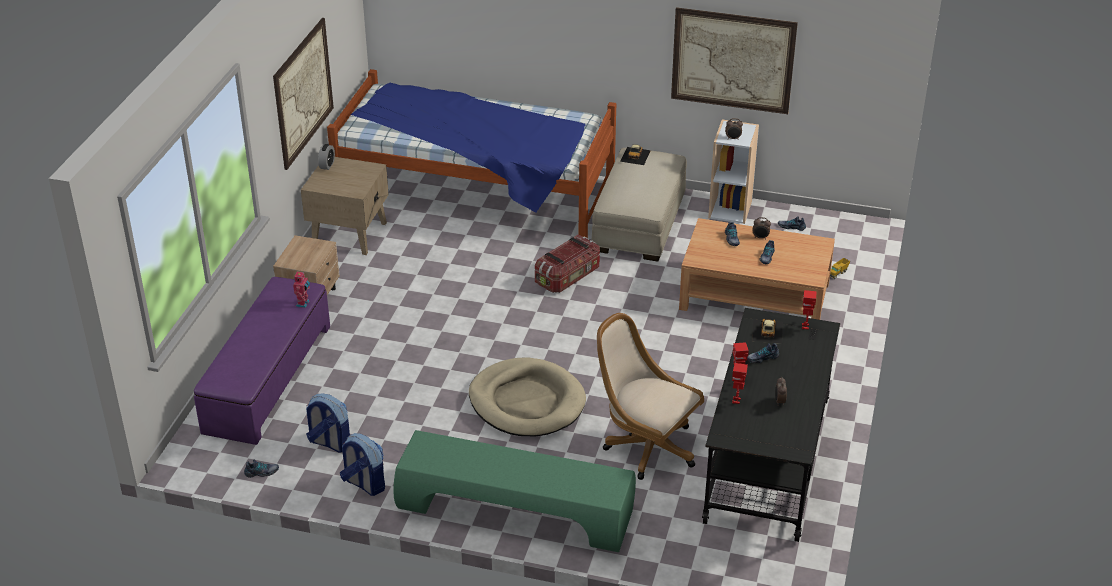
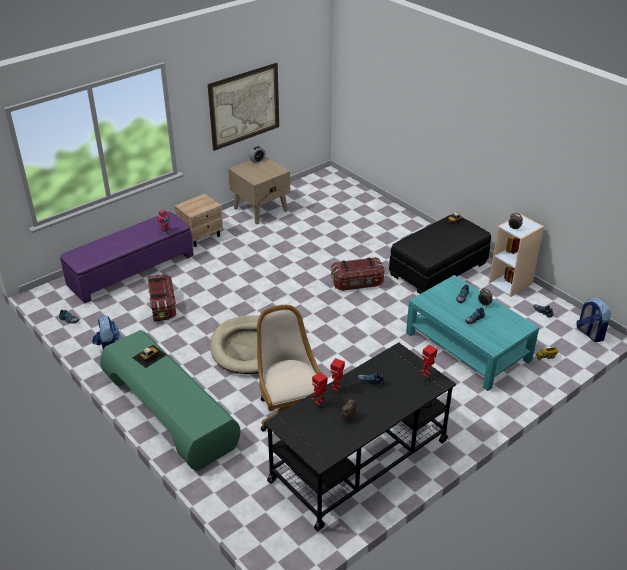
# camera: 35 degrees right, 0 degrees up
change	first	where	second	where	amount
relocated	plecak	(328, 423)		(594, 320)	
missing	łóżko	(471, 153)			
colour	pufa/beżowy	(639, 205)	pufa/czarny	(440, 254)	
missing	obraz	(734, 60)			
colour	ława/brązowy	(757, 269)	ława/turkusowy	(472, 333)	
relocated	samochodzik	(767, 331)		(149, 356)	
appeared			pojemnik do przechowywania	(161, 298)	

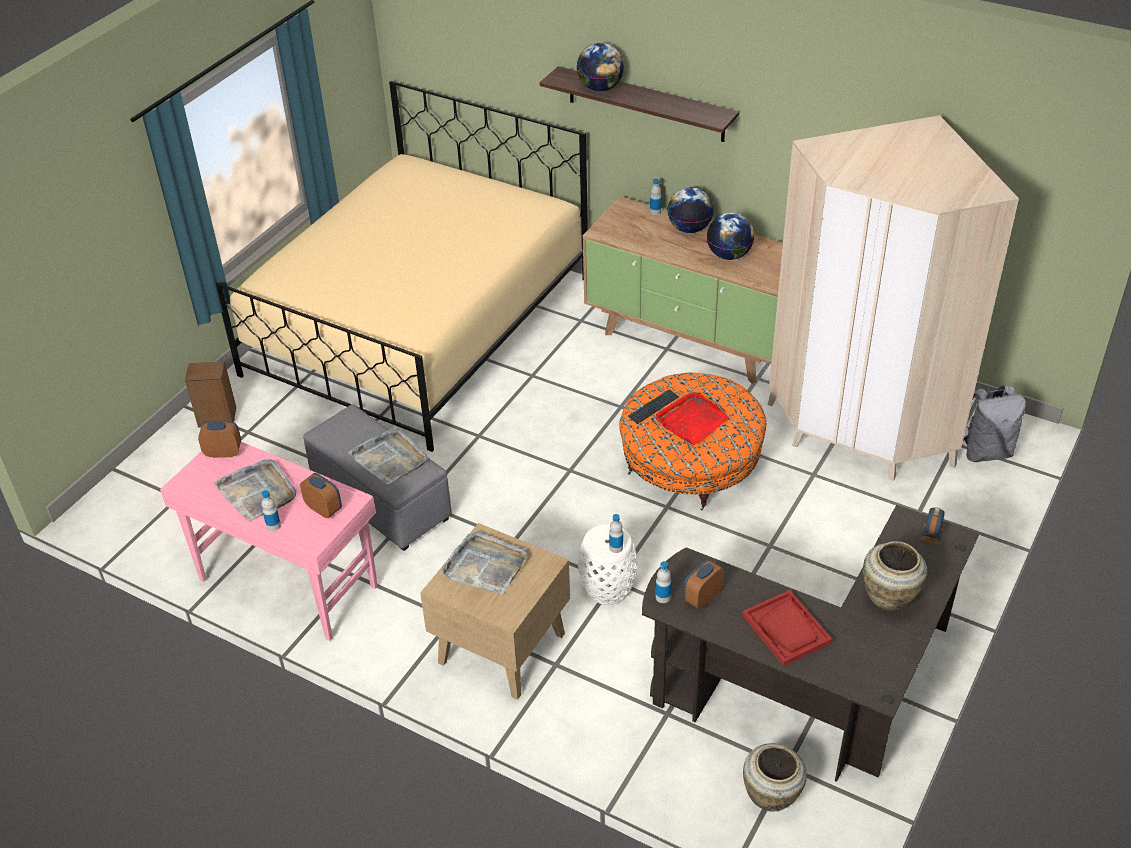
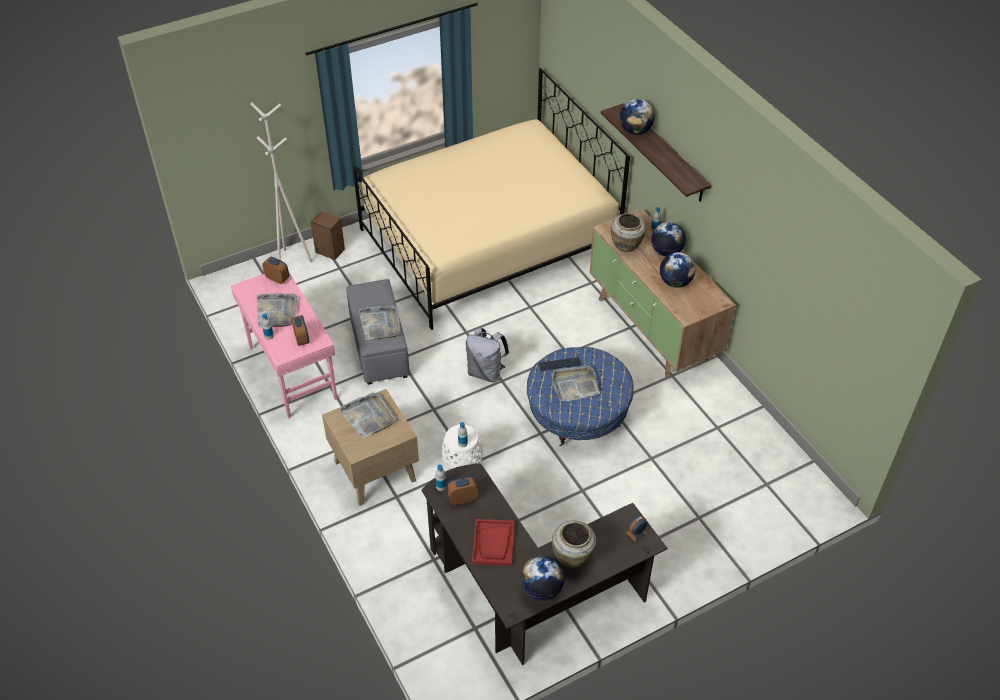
# camera: 30 degrees right, 5 degrees up
change	first	where	second	where	amount
colour	pufa/pomarańczowy	(693, 441)	pufa/niebieski	(580, 396)	
colour	taca/czerwony	(692, 418)	taca/szary	(575, 383)	
relocated	wazon/beżowy	(775, 777)		(628, 232)	
missing	szafa/beżowy	(893, 298)			
relocated	plecak/szary	(994, 423)		(487, 355)	
appeared			wieszak/szary	(281, 182)	
appeared			globus	(542, 578)	

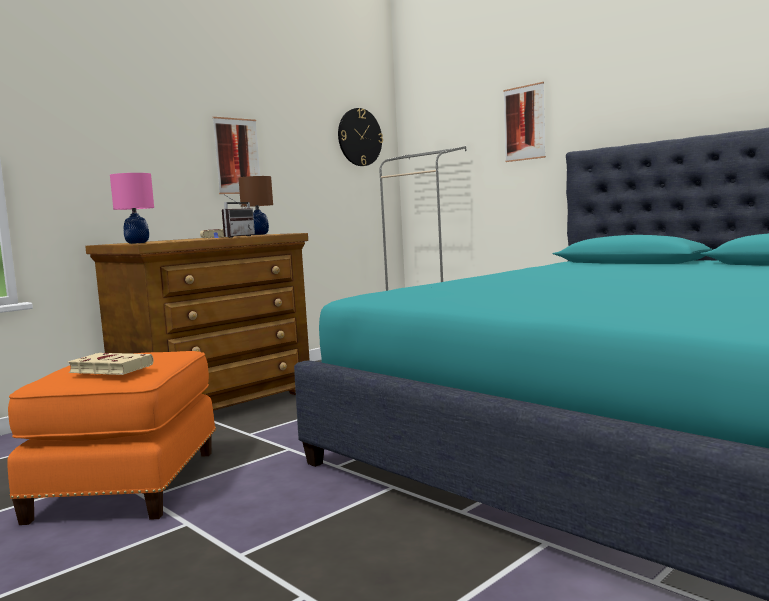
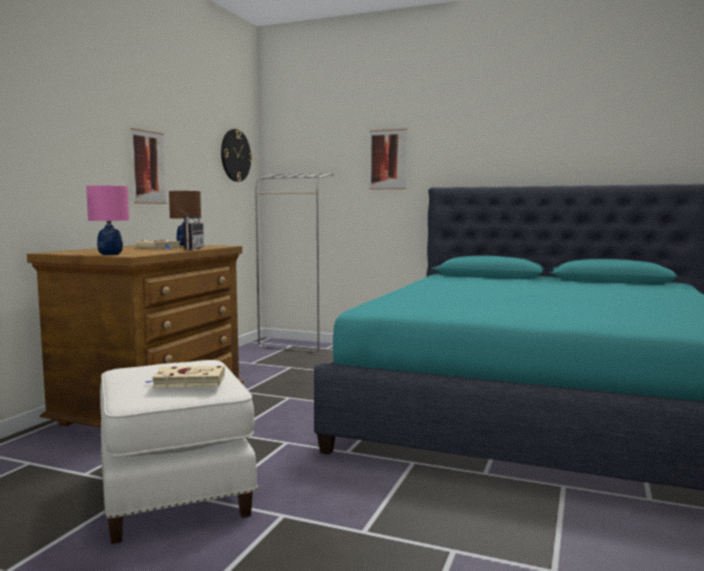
# camera: 25 degrees left, 0 degrees up
change	first	where	second	where	amount
colour	pufa/pomarańczowy	(111, 438)	pufa/biały	(179, 452)	

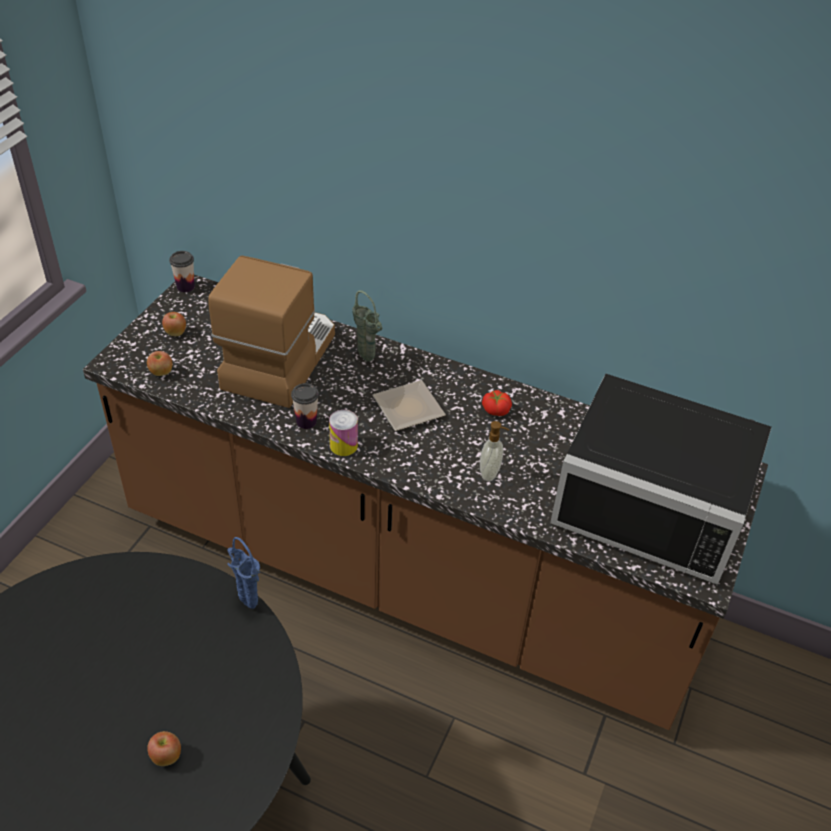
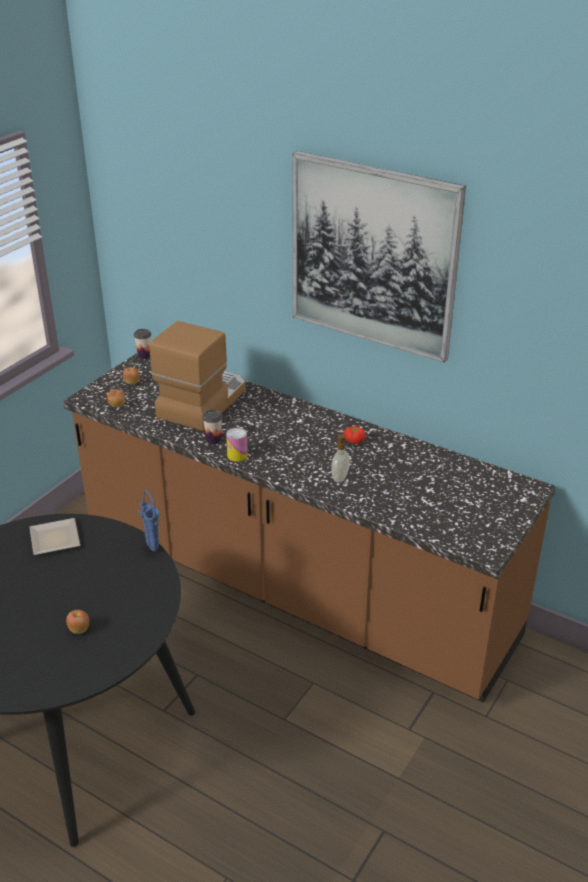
# camera: 10 degrees right, 10 degrees down
change	first	where	second	where	amount
missing	wazon/zielony	(367, 326)			
relocated	talerz	(409, 405)		(55, 536)	
missing	mikrofalówka/czarny	(660, 479)			
appeared			obraz	(379, 256)	

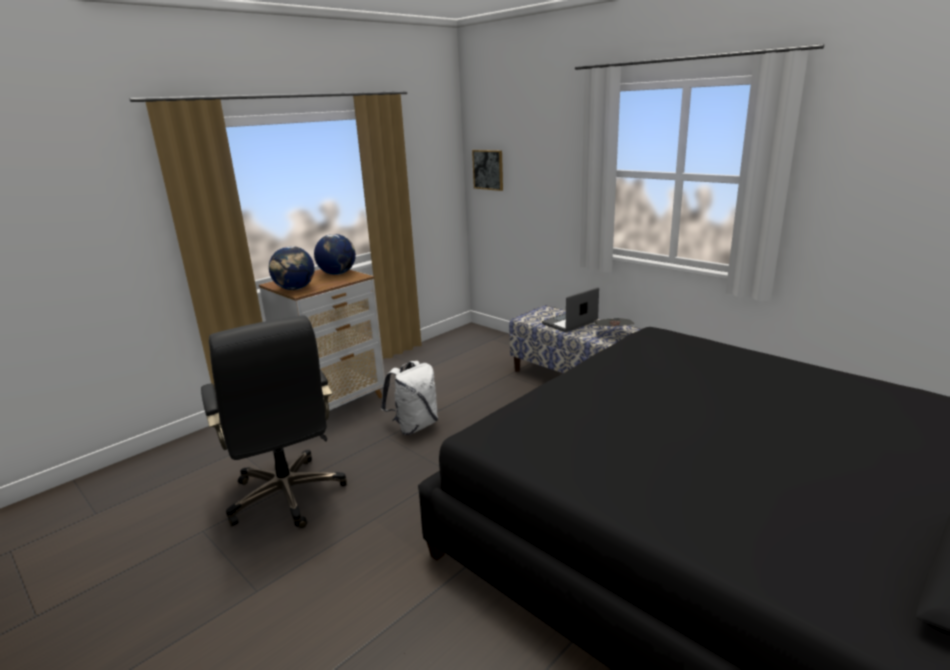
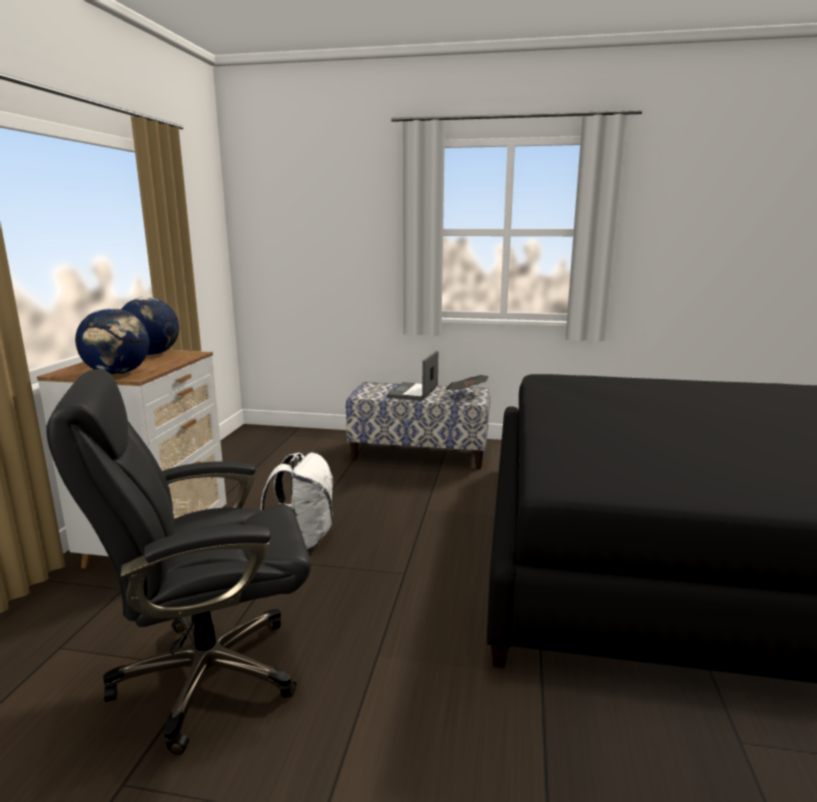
# camera: 35 degrees left, 5 degrees down
change	first	where	second	where	amount
spun	krzesło biurowe/czarny	(274, 422)		(178, 562)	135 degrees clockwise
missing	obraz	(487, 170)			

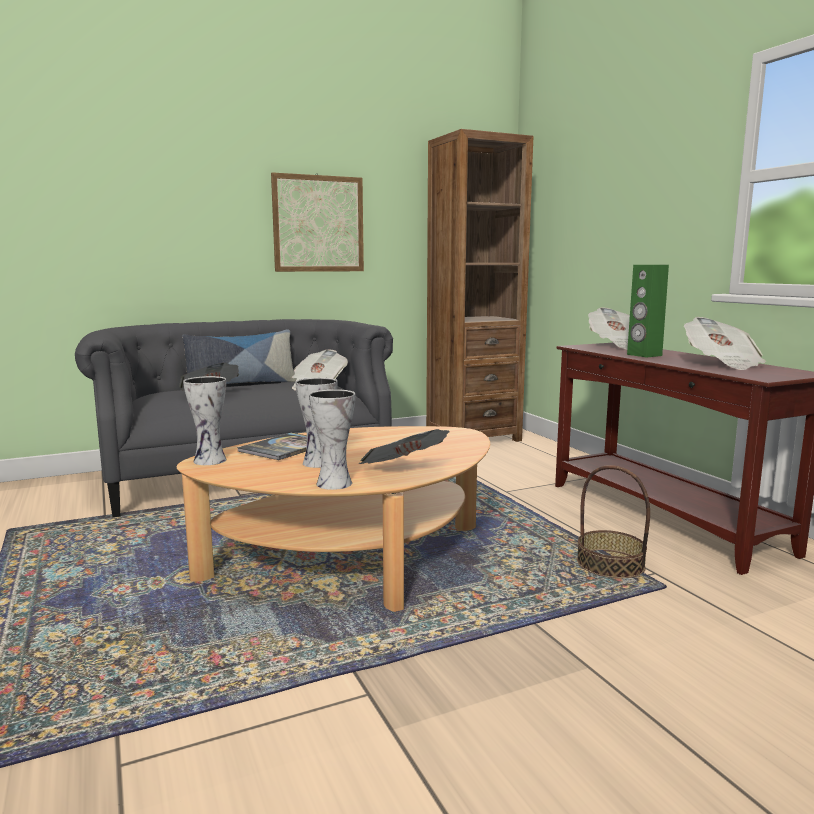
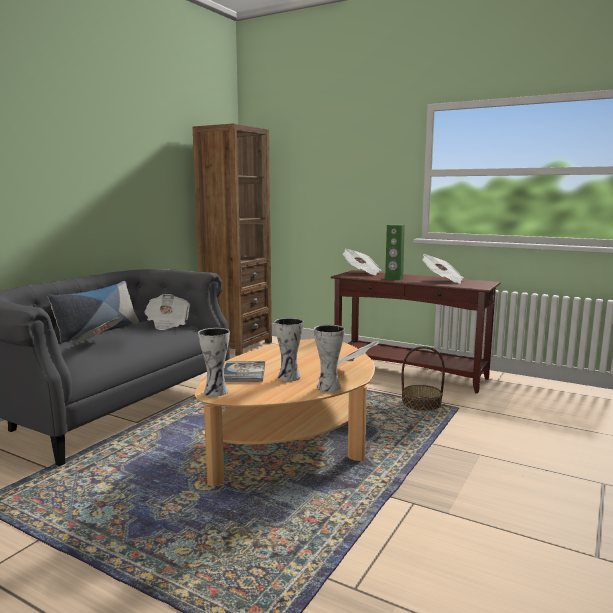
# camera: 35 degrees left, 0 degrees up
change	first	where	second	where	amount
missing	obraz	(317, 222)			

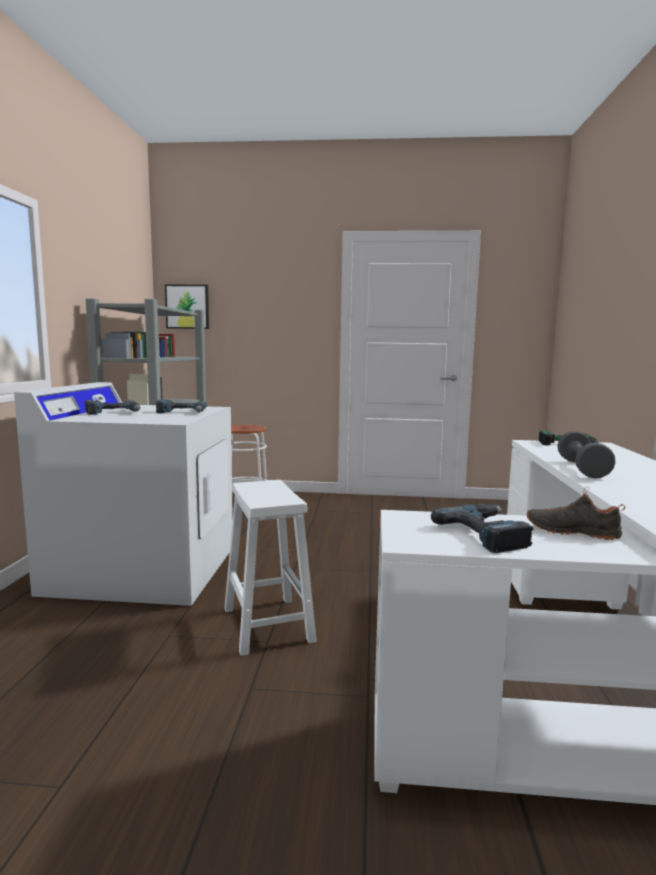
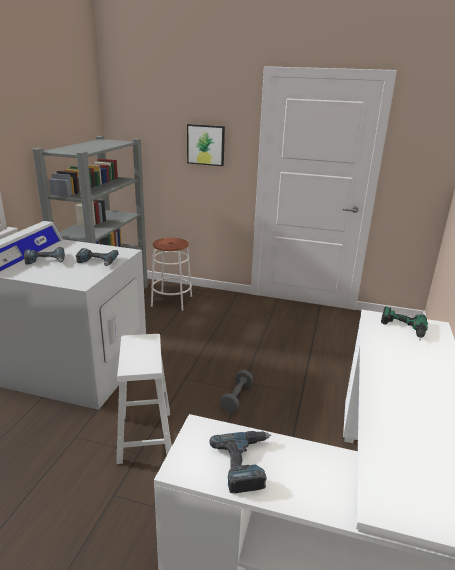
# camera: 10 degrees right, 15 degrees up
change	first	where	second	where	amount
relocated	obraz	(187, 307)		(206, 145)	
missing	but/czarny	(576, 513)			
relocated	hantel/szary	(586, 455)		(236, 391)	

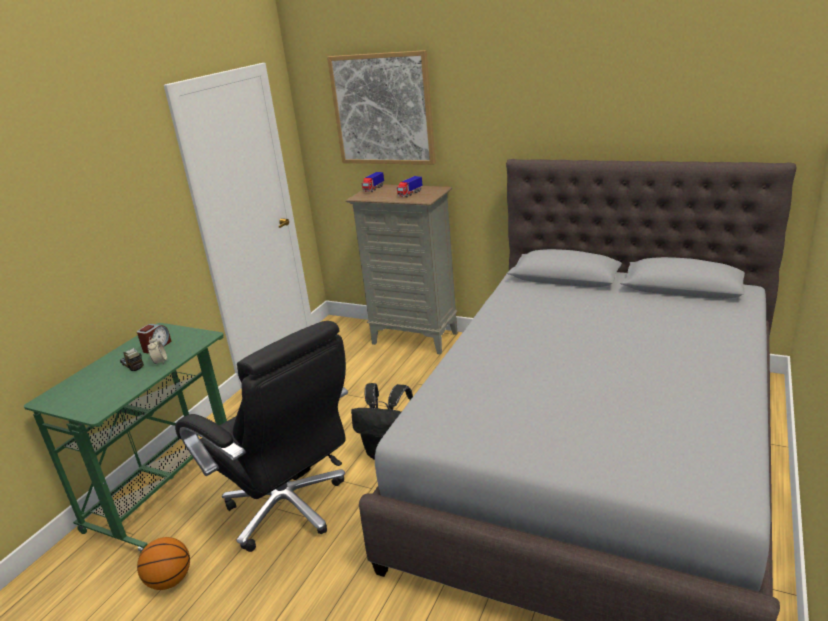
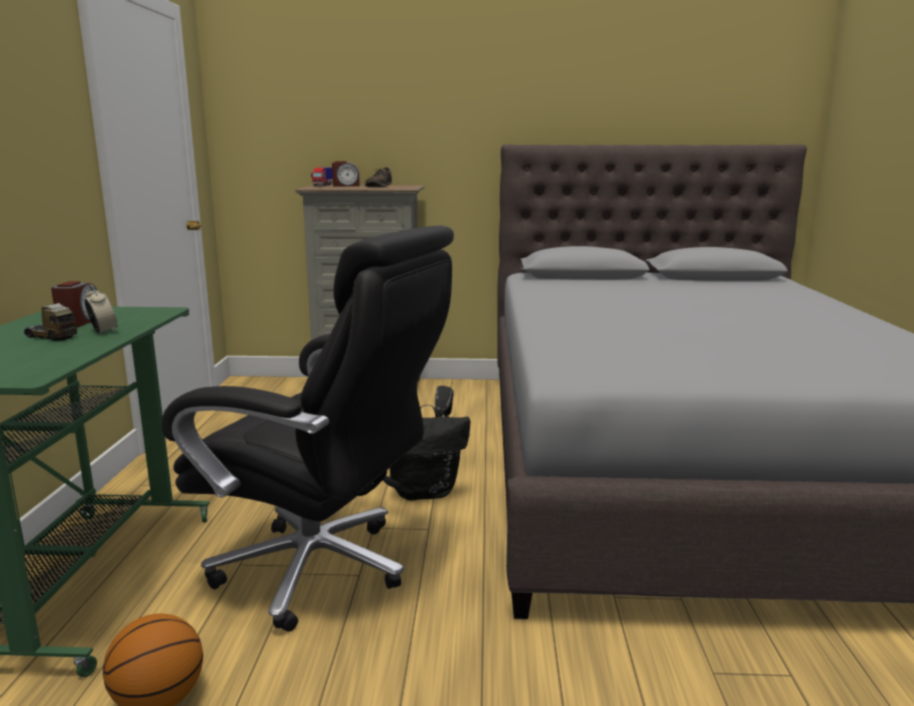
# camera: 25 degrees left, 10 degrees down
change	first	where	second	where	amount
missing	obraz	(381, 107)			
exchanged	ciężarówka zabawkowa	(410, 186)	but/brązowy	(378, 177)	
appeared			budzik	(346, 173)	

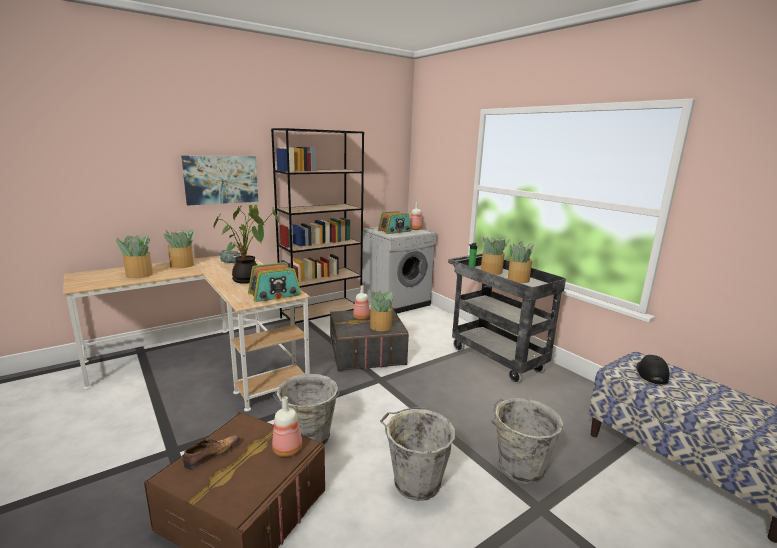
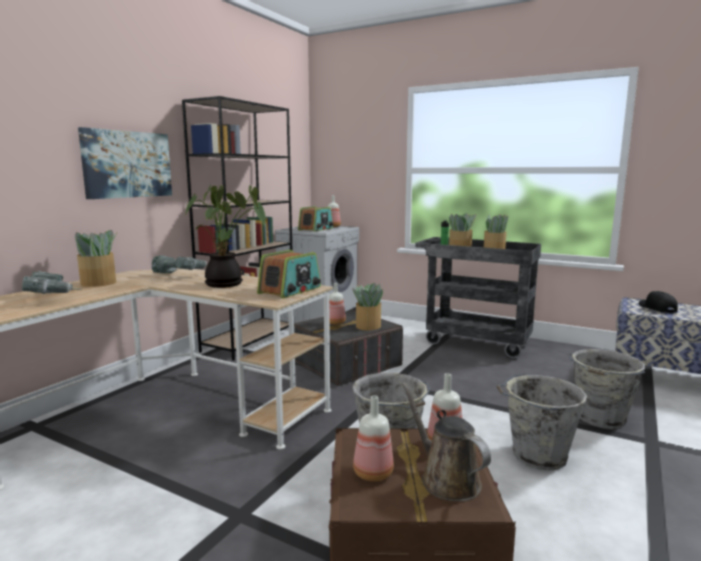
# camera: 25 degrees left, 5 degrees down
change	first	where	second	where	amount
exchanged	roślina doniczkowa	(134, 256)	wiertarka	(51, 282)	
exchanged	but	(211, 452)	butelka	(373, 438)	
appeared			konewka/brązowy	(446, 442)	

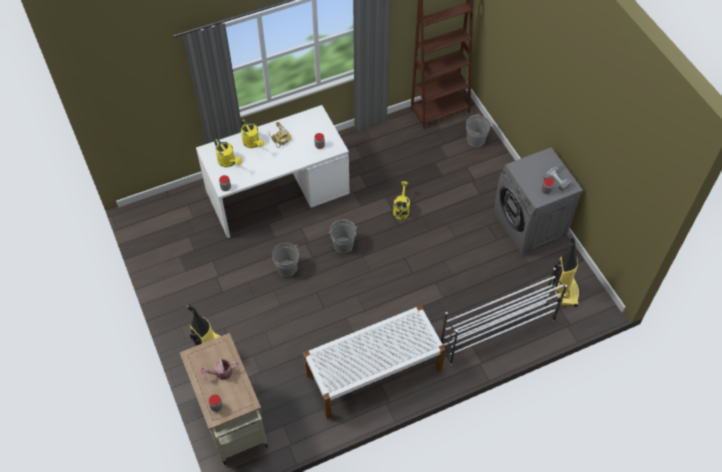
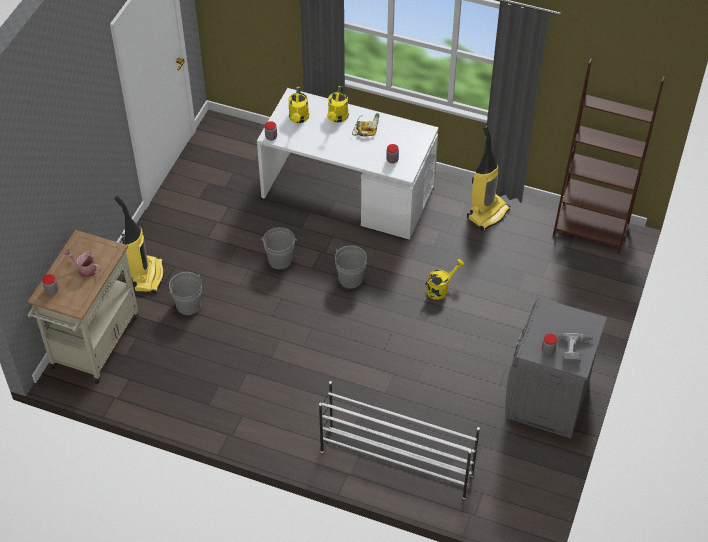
# camera: 45 degrees right, 5 degrees down
change	first	where	second	where	amount
missing	ławka/biały	(374, 362)			
relocated	wiadro/szary	(478, 130)		(185, 293)	
relocated	odkurzacz	(565, 271)		(488, 178)	

